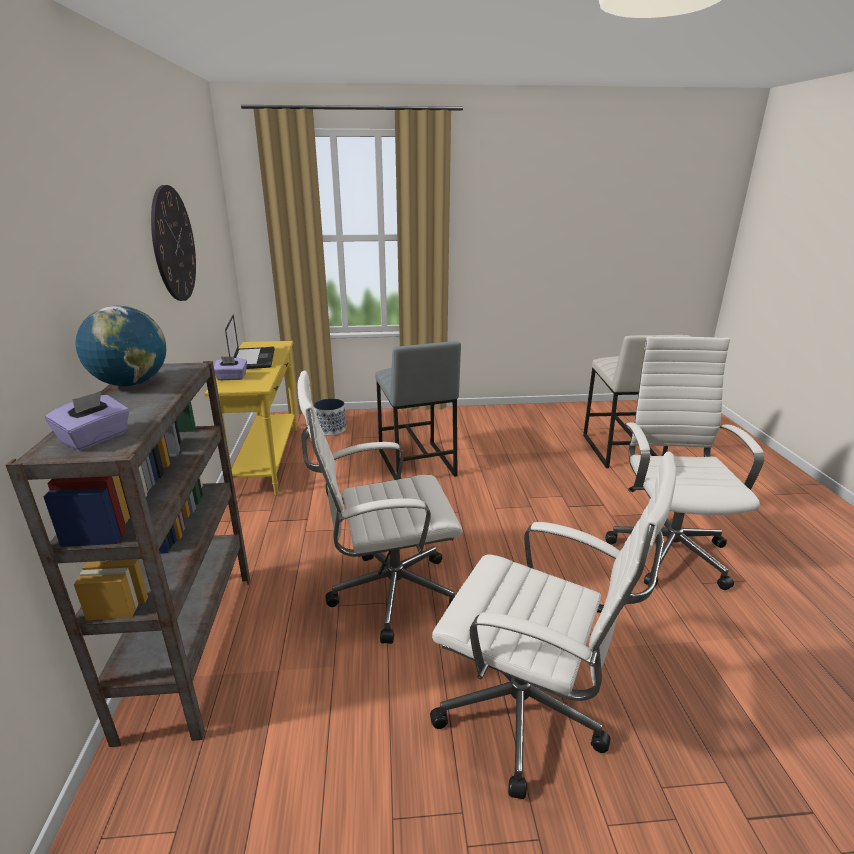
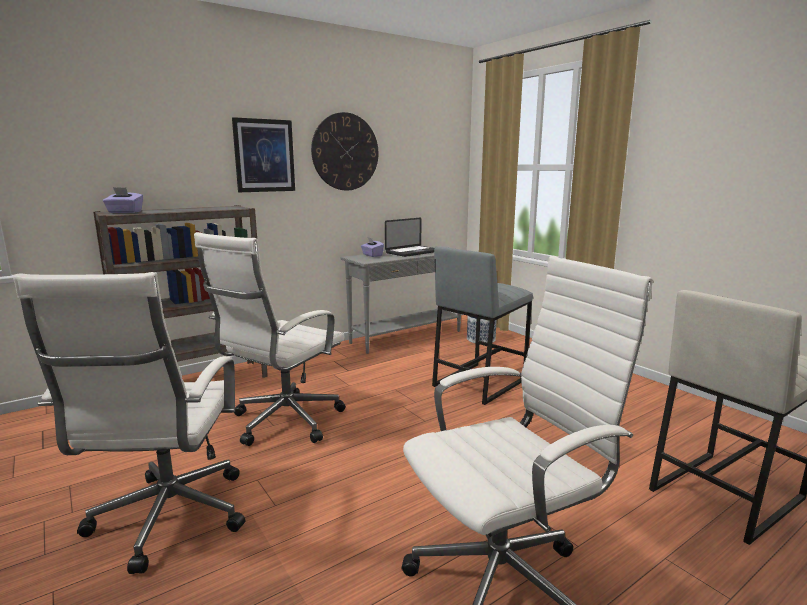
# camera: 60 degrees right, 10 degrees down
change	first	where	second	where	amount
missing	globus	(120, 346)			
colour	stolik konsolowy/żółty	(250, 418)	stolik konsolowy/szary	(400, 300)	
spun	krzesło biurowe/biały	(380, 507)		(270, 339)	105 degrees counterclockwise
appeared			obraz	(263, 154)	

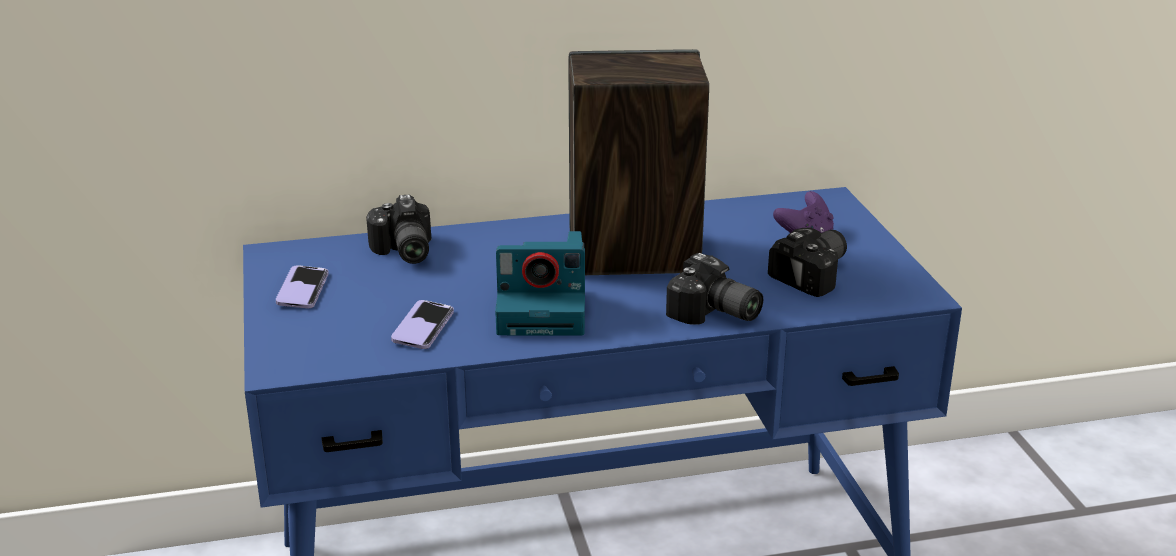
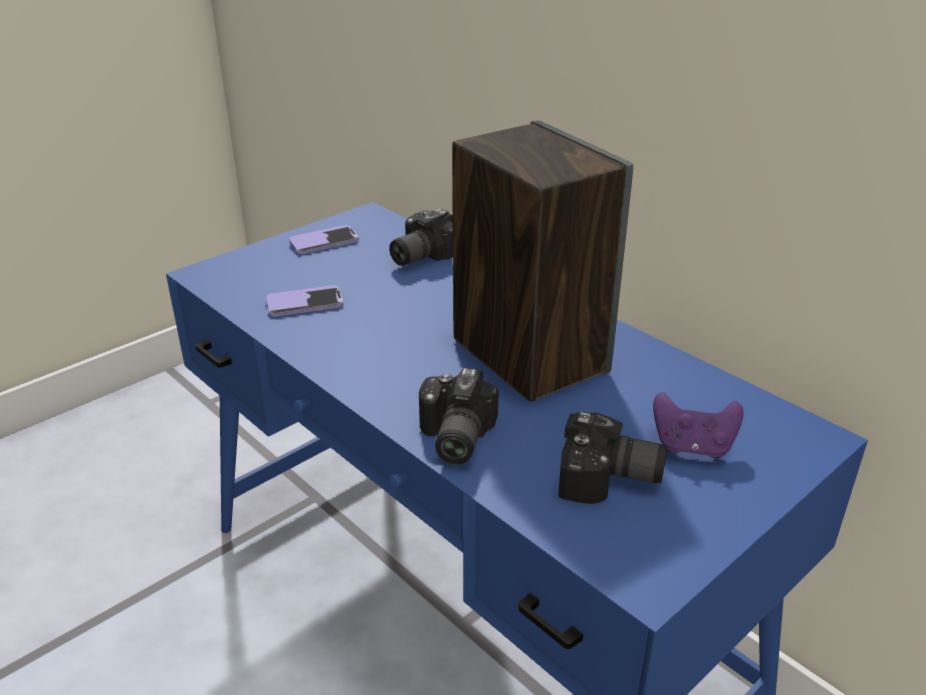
# camera: 60 degrees right, 5 degrees up
change	first	where	second	where	amount
missing	aparat fotograficzny	(540, 283)			

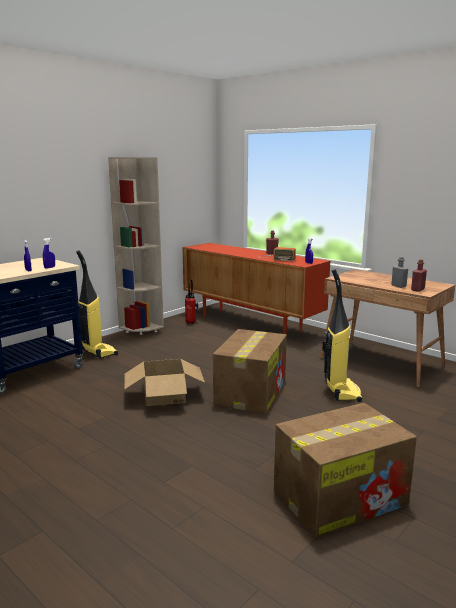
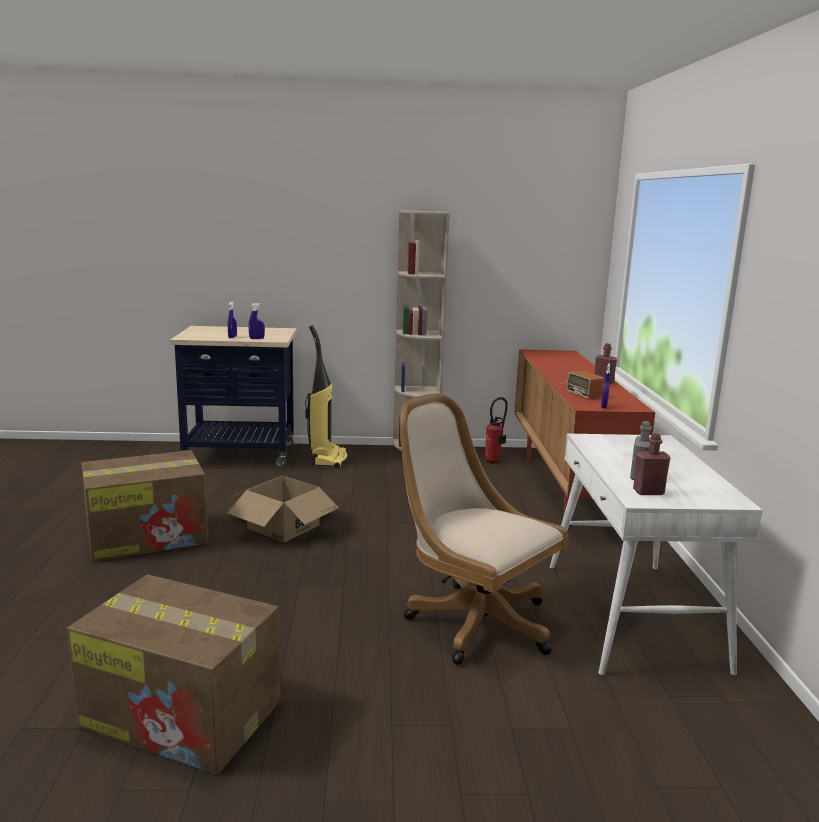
# camera: 45 degrees right, 0 degrees up
change	first	where	second	where	amount
relocated	karton	(250, 371)		(144, 506)	
colour	biurko/brązowy	(387, 328)	biurko/biały	(656, 554)	
exchanged	odkurzacz	(342, 335)	krzesło biurowe	(484, 529)	

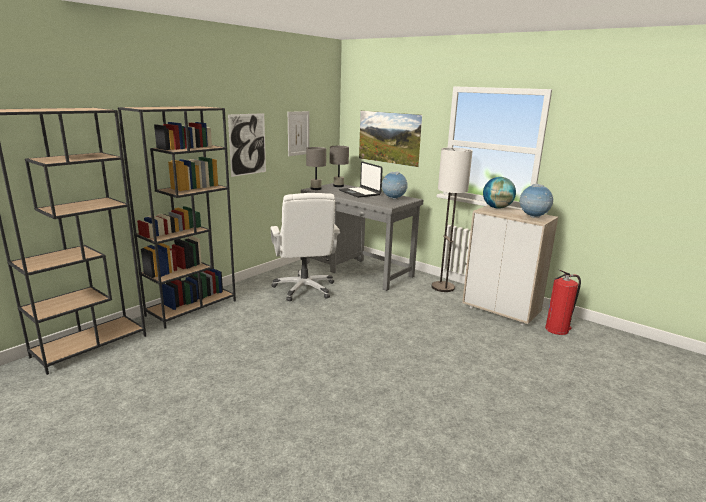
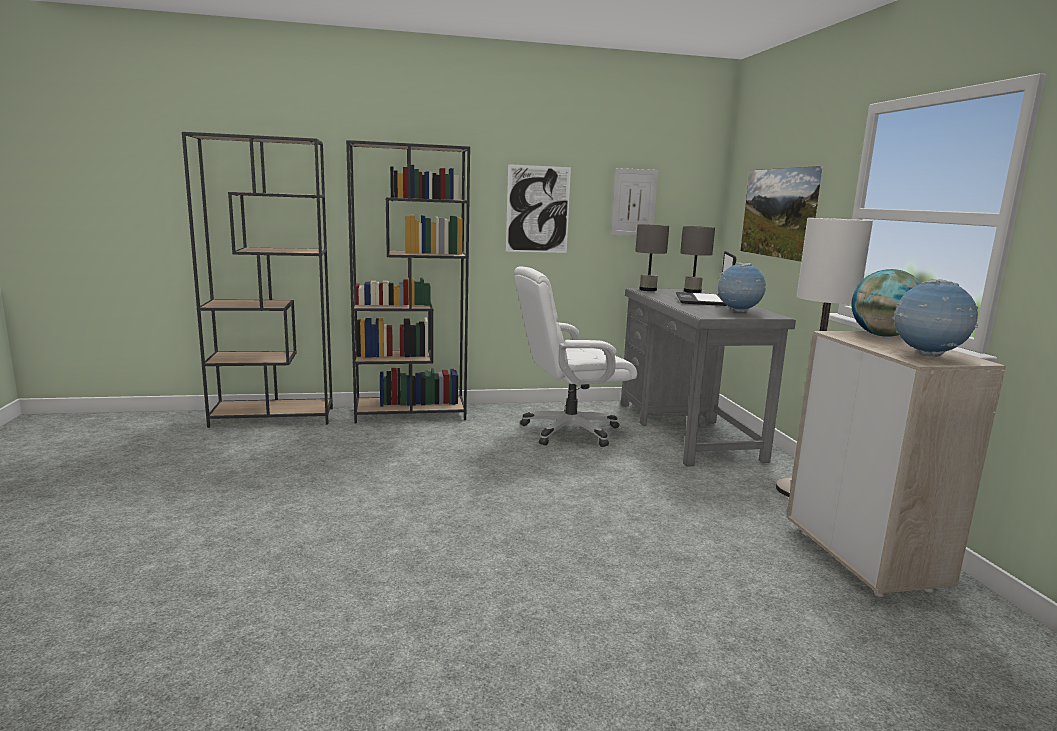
# camera: 40 degrees right, 5 degrees down
change	first	where	second	where	amount
spun	krzesło biurowe/biały	(305, 247)		(575, 356)	45 degrees clockwise
missing	gaśnica	(563, 302)			

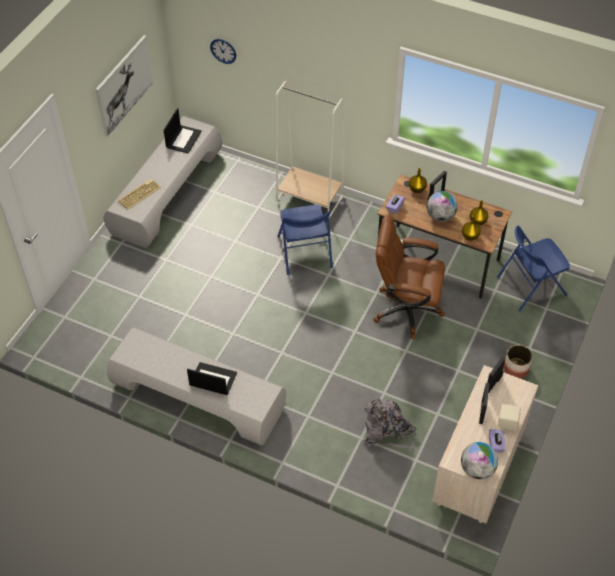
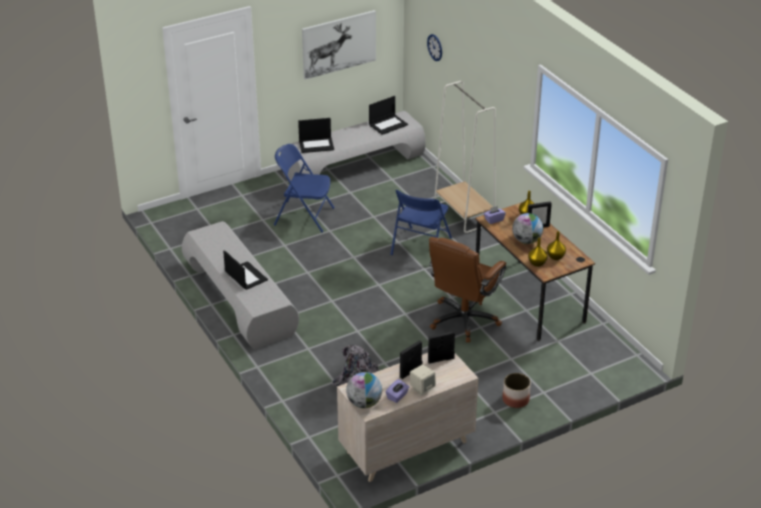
# camera: 35 degrees right, 15 degrees down
change	first	where	second	where	amount
exchanged	klawiatura	(139, 194)	laptop	(316, 135)	
spun	krzesło biurowe/brązowy	(409, 277)		(467, 290)	105 degrees counterclockwise
relocated	krzesło/niebieski	(533, 268)		(304, 188)	

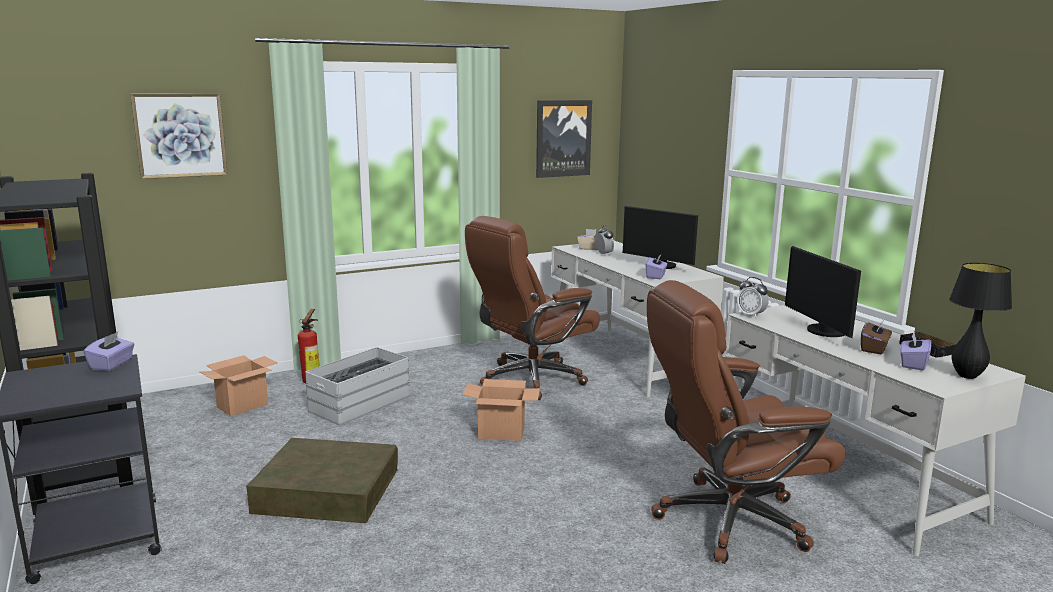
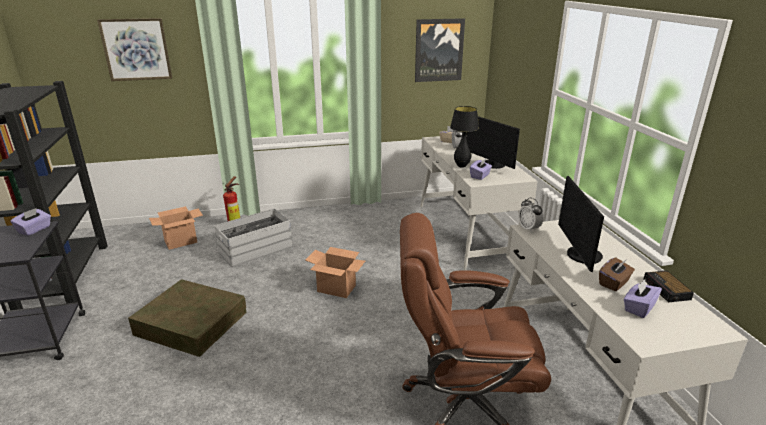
# camera: 15 degrees right, 10 degrees up
change	first	where	second	where	amount
missing	krzesło biurowe/brązowy	(532, 308)			
relocated	lampa stołowa/czarny	(980, 321)		(464, 137)	

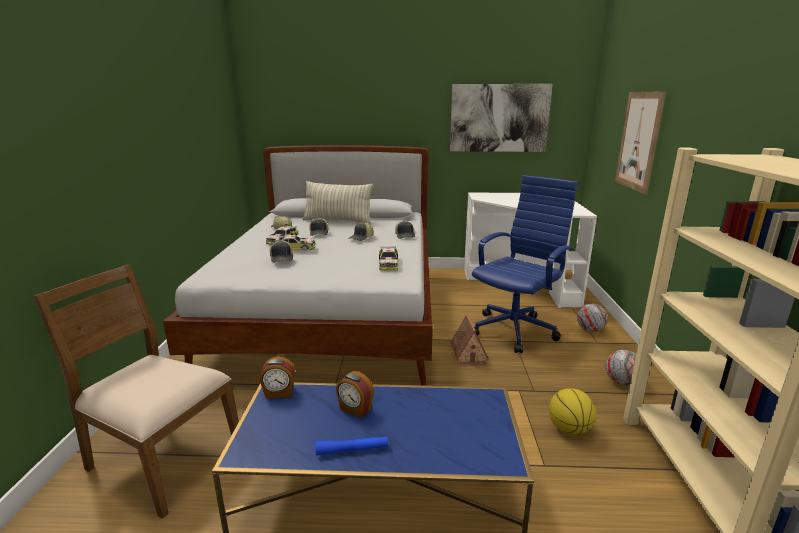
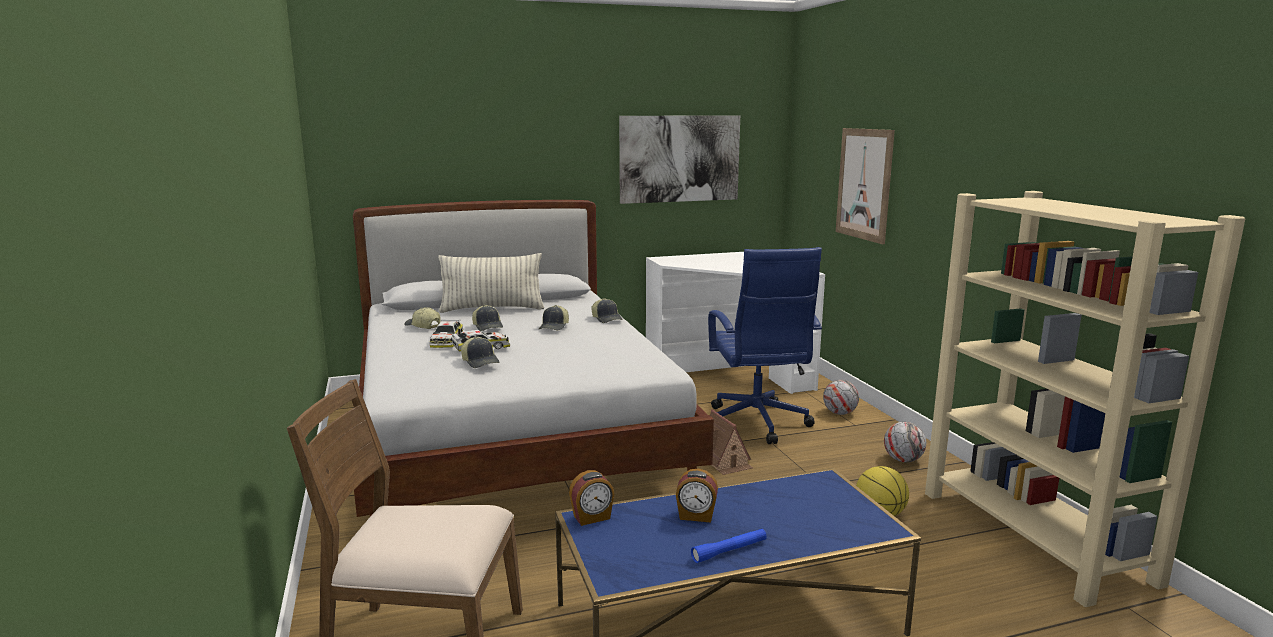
# camera: 20 degrees left, 5 degrees down
change	first	where	second	where	amount
missing	samochodzik	(388, 258)			
spun	krzesło biurowe/niebieski	(525, 264)		(765, 345)	150 degrees clockwise

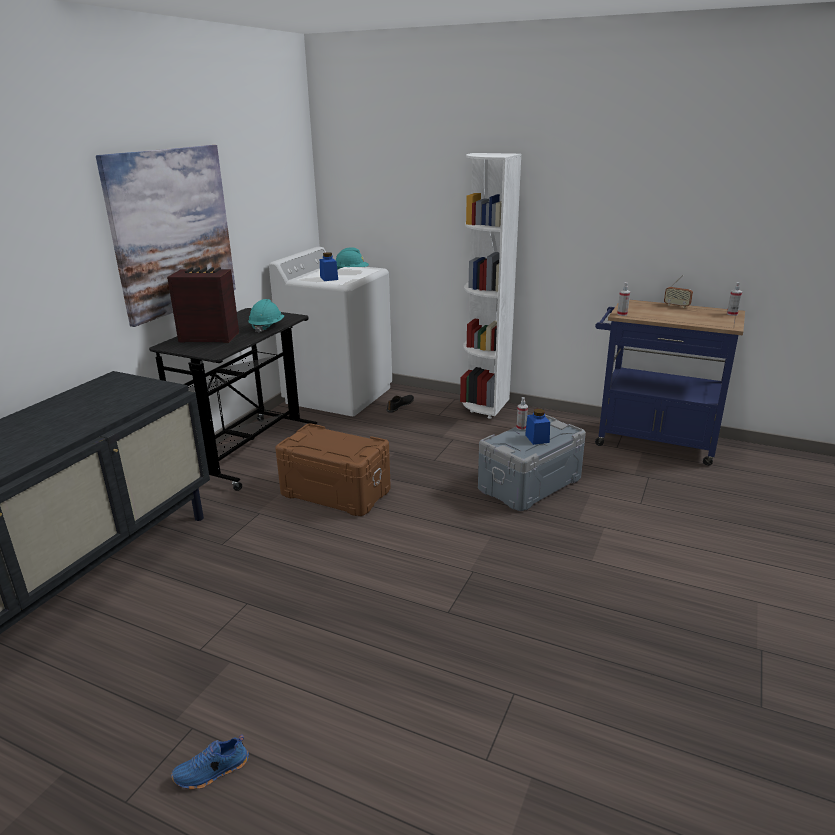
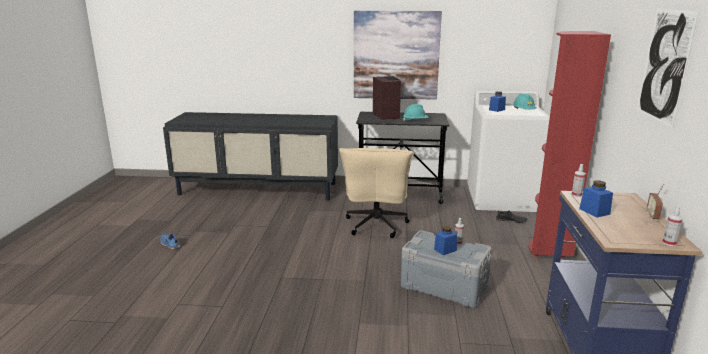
# camera: 70 degrees right, 5 degrees down
change	first	where	second	where	amount
exchanged	pojemnik do przechowywania/brązowy	(333, 470)	krzesło biurowe/beżowy	(376, 193)	
colour	regał/biały	(490, 286)	regał/czerwony	(570, 144)	
appeared			słoik/niebieski	(596, 198)	
appeared			obraz	(668, 68)	

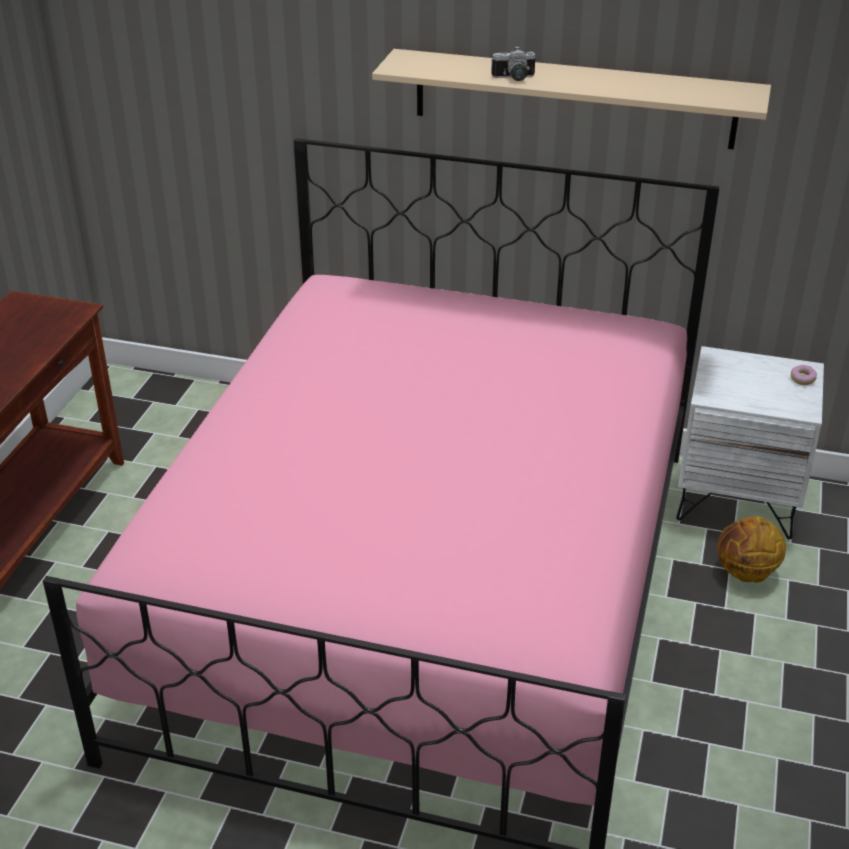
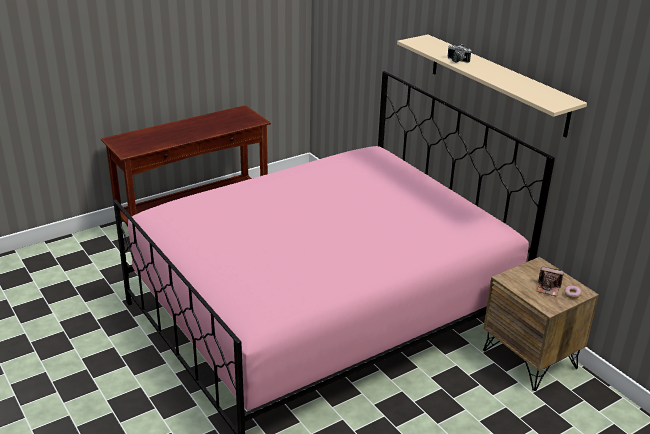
# camera: 40 degrees right, 5 degrees down
change	first	where	second	where	amount
colour	szafka nocna/biały	(750, 442)	szafka nocna/brązowy	(541, 324)	
missing	piłka do koszykówki	(751, 549)			
appeared			aparat fotograficzny	(550, 282)	

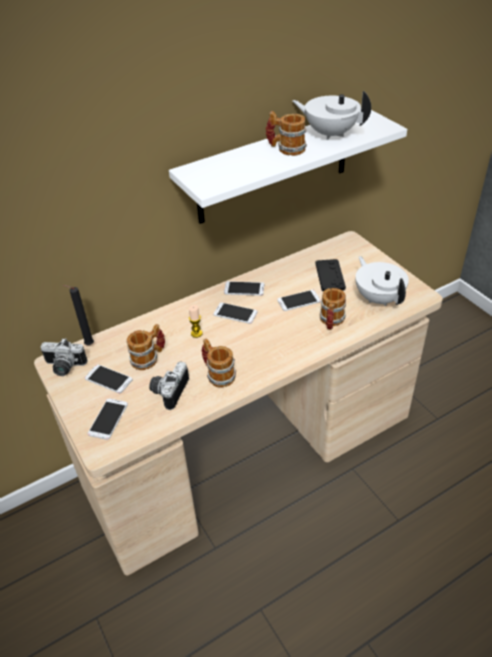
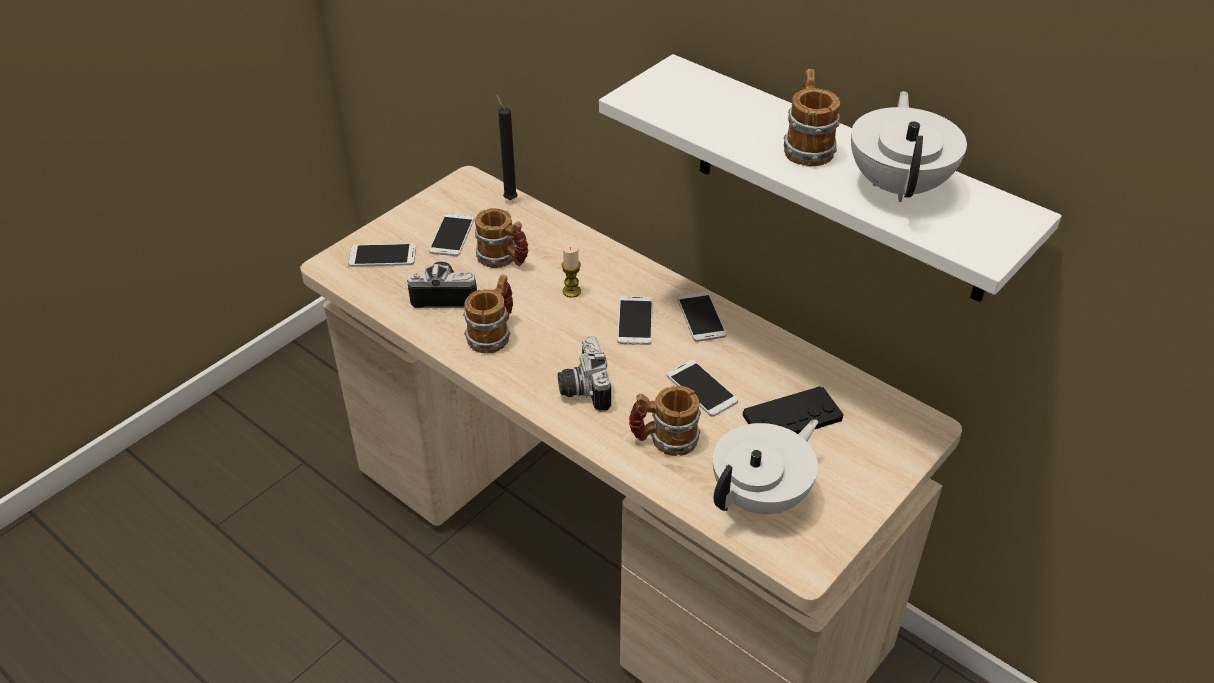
# camera: 70 degrees right, 0 degrees up
change	first	where	second	where	amount
relocated	aparat fotograficzny	(63, 357)		(584, 374)	

